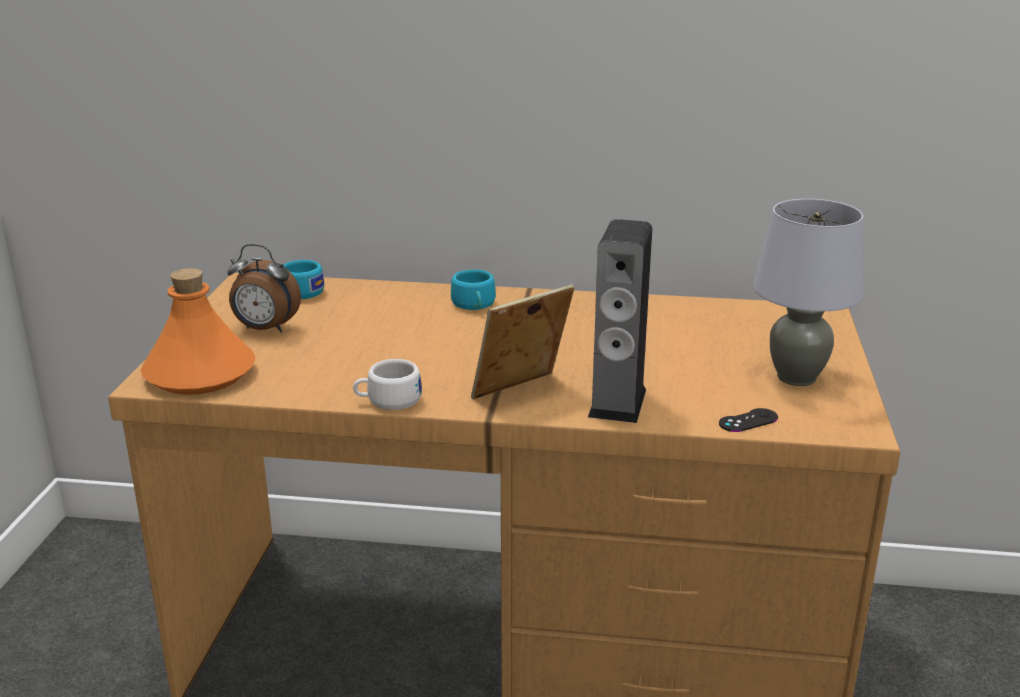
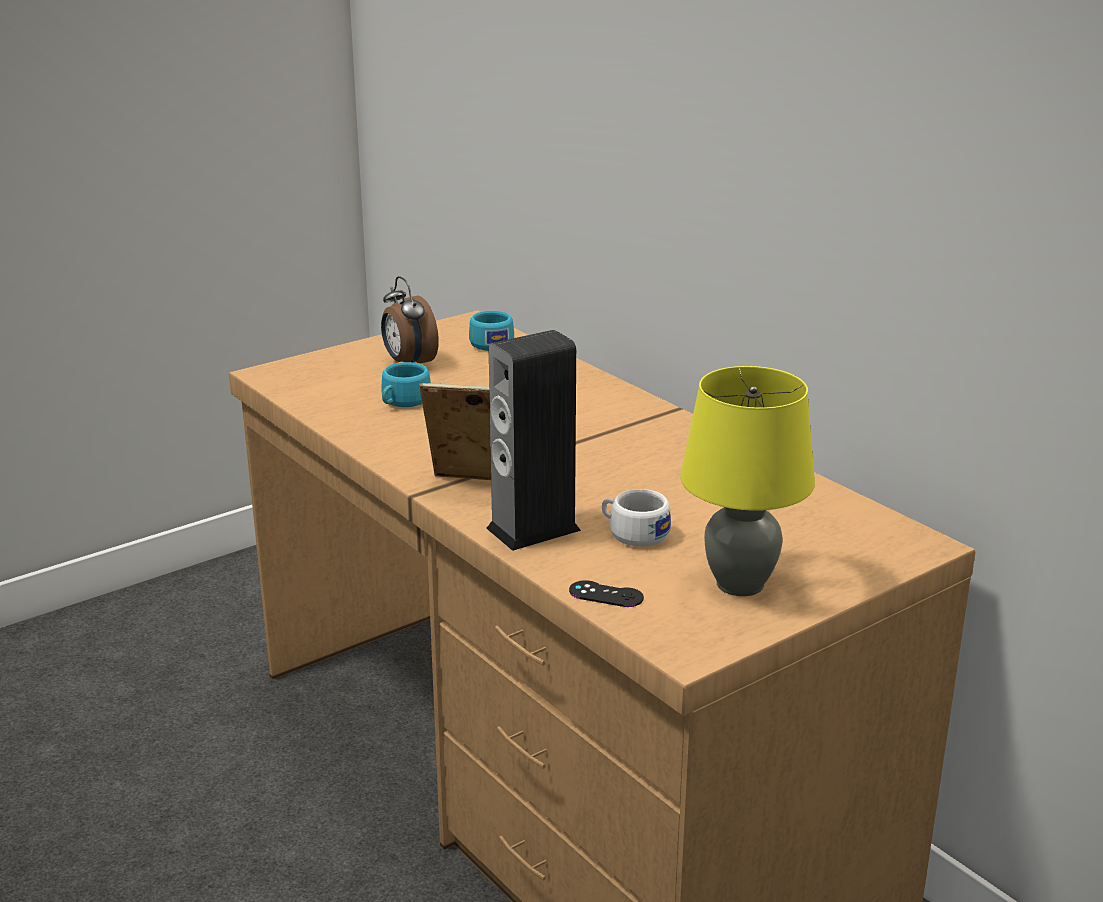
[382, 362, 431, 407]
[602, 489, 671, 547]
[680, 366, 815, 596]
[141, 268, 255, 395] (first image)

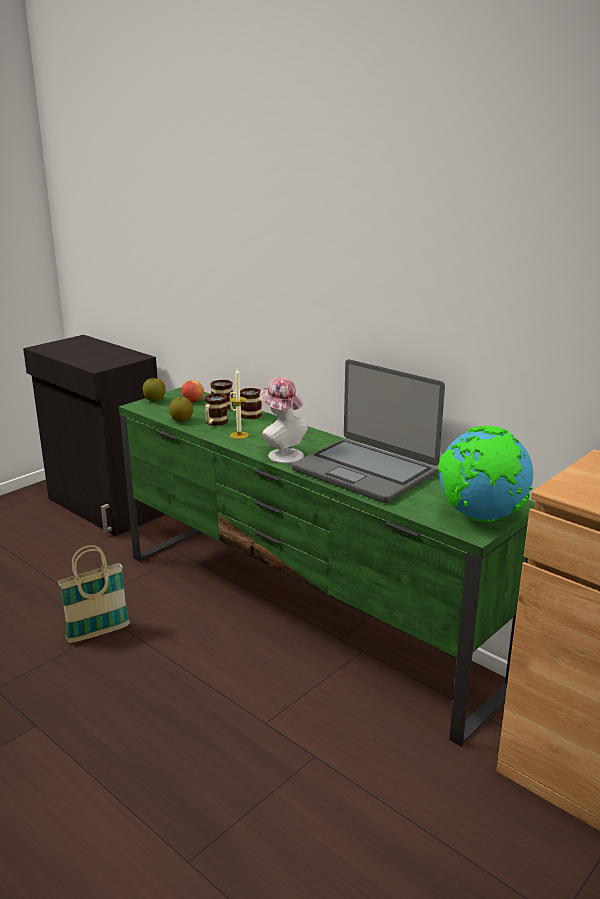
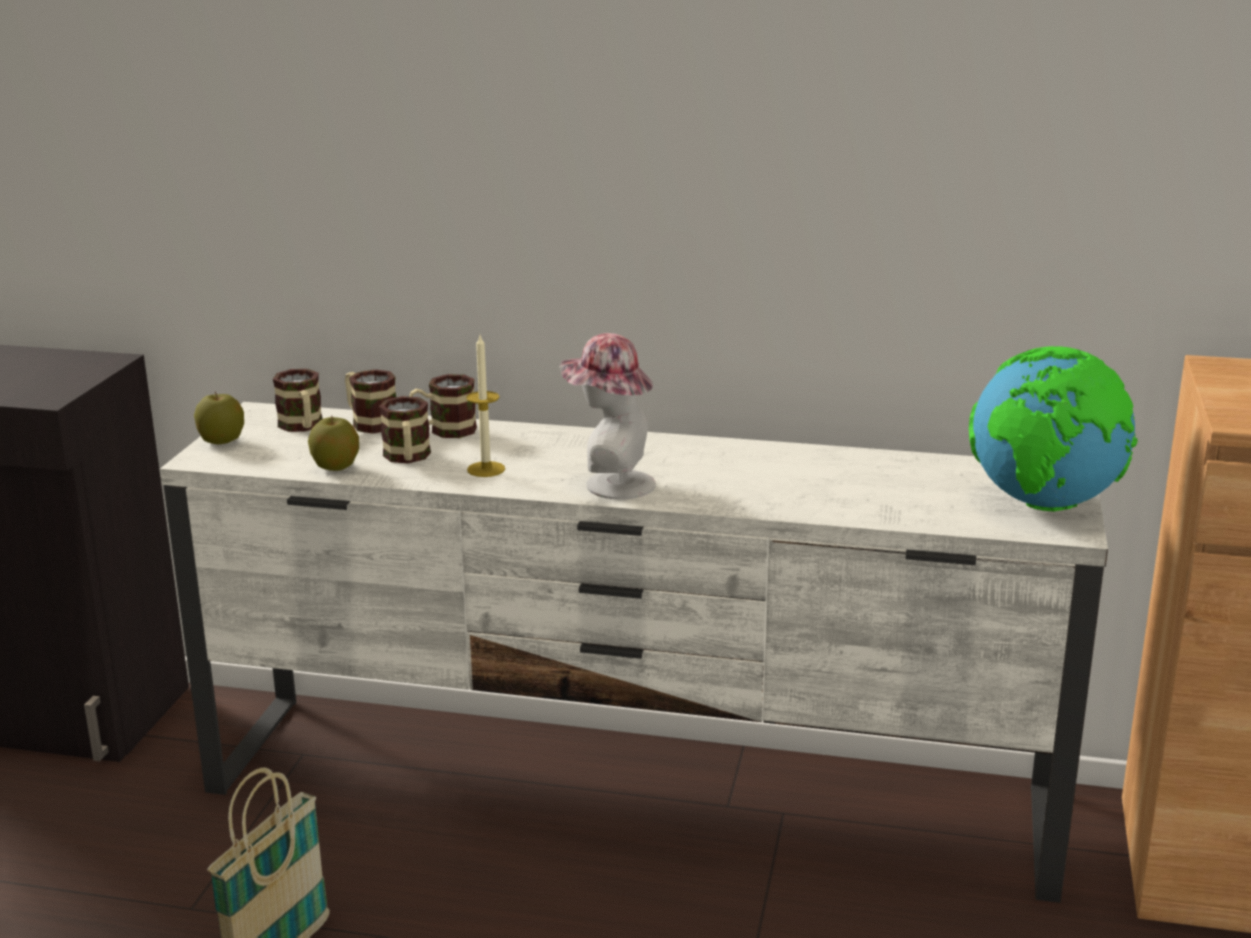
[160, 402, 1108, 903]
[273, 369, 323, 432]
[292, 359, 445, 503] (first image)

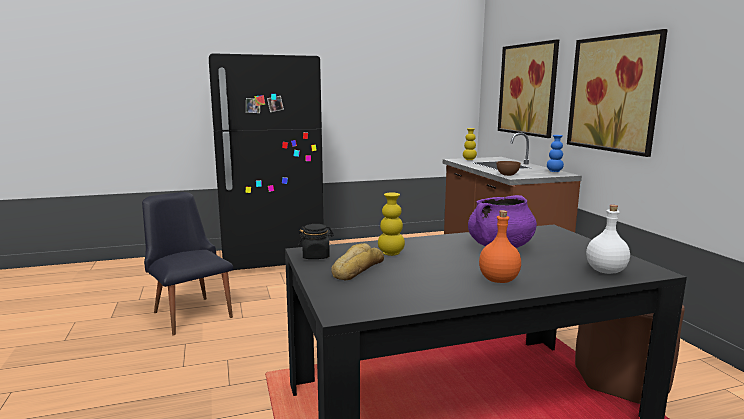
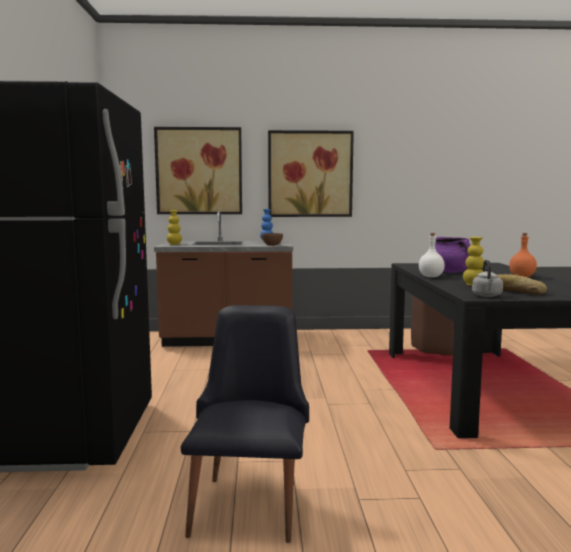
[181, 305, 309, 543]
[419, 233, 445, 277]
[472, 260, 503, 297]

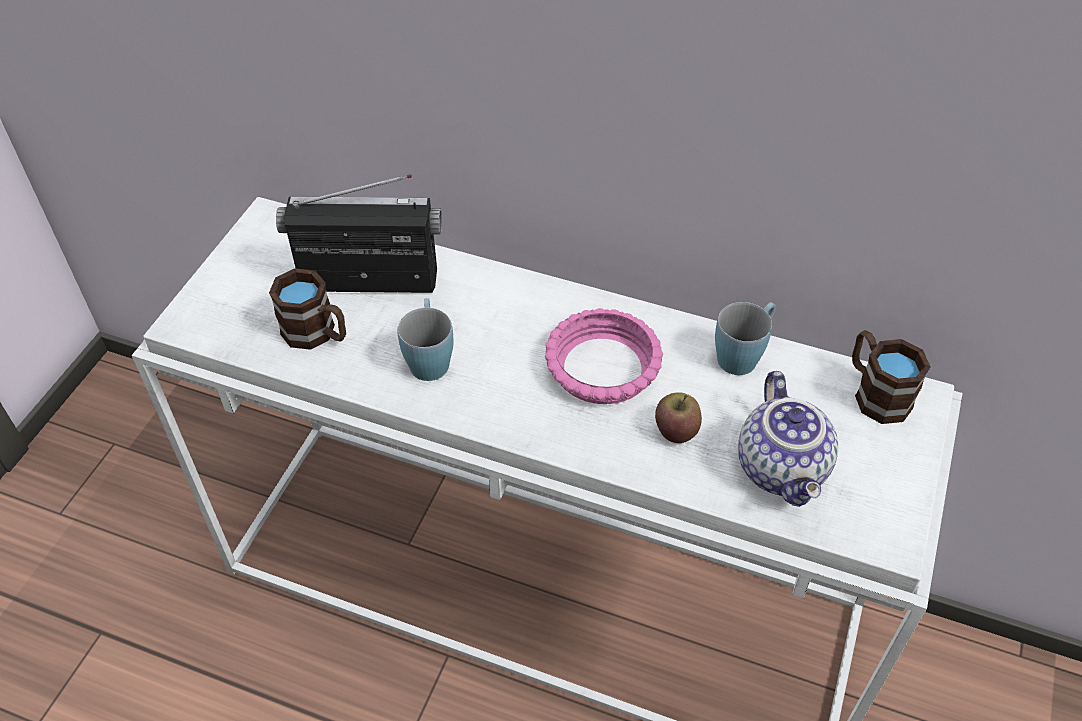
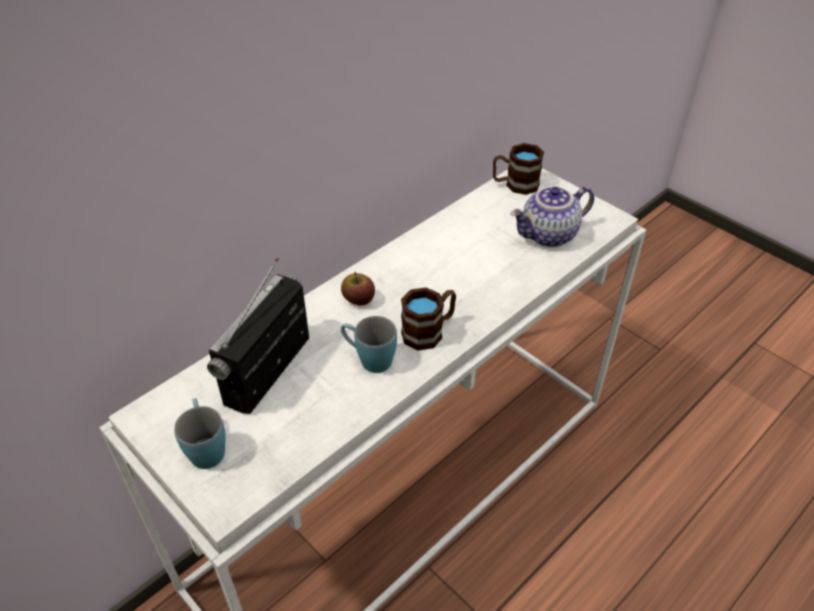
[174, 398, 226, 469]
[341, 272, 375, 306]
[401, 287, 456, 351]
[511, 186, 594, 247]
[545, 308, 663, 404] (first image)

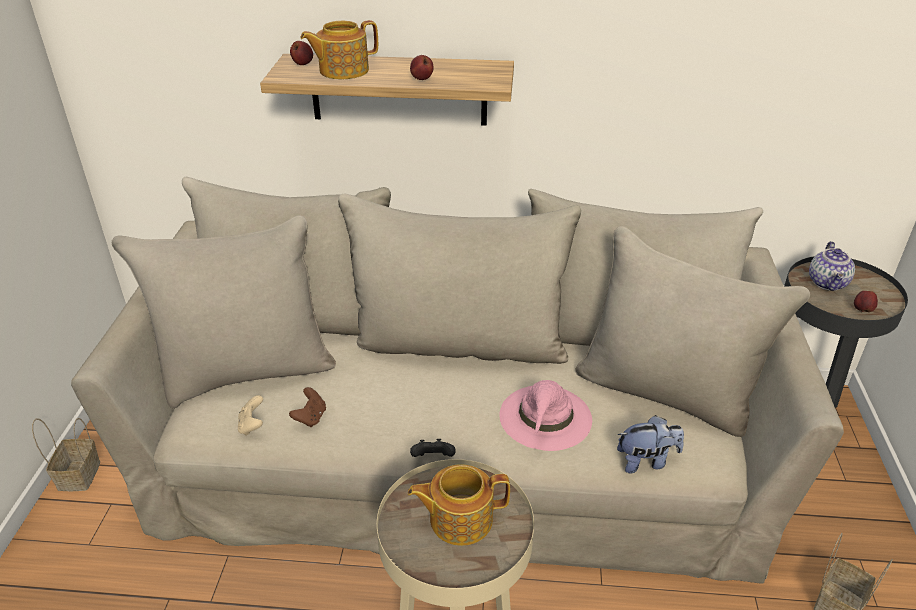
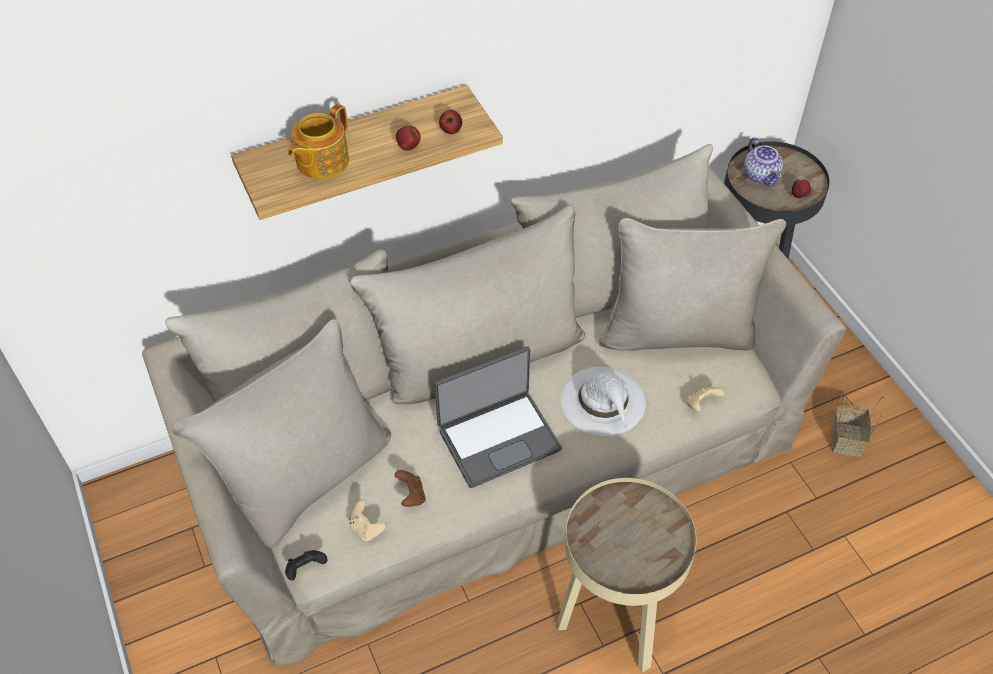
[285, 550, 327, 580]
[435, 346, 562, 488]
[439, 110, 462, 134]
[561, 367, 646, 436]
[686, 387, 725, 412]
[32, 418, 100, 491] (first image)
[408, 464, 510, 546] (first image)

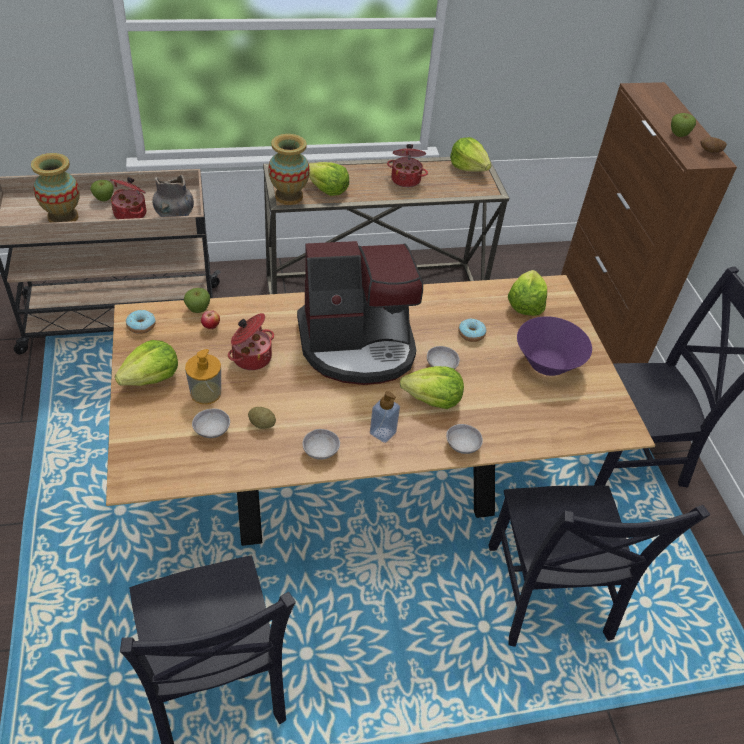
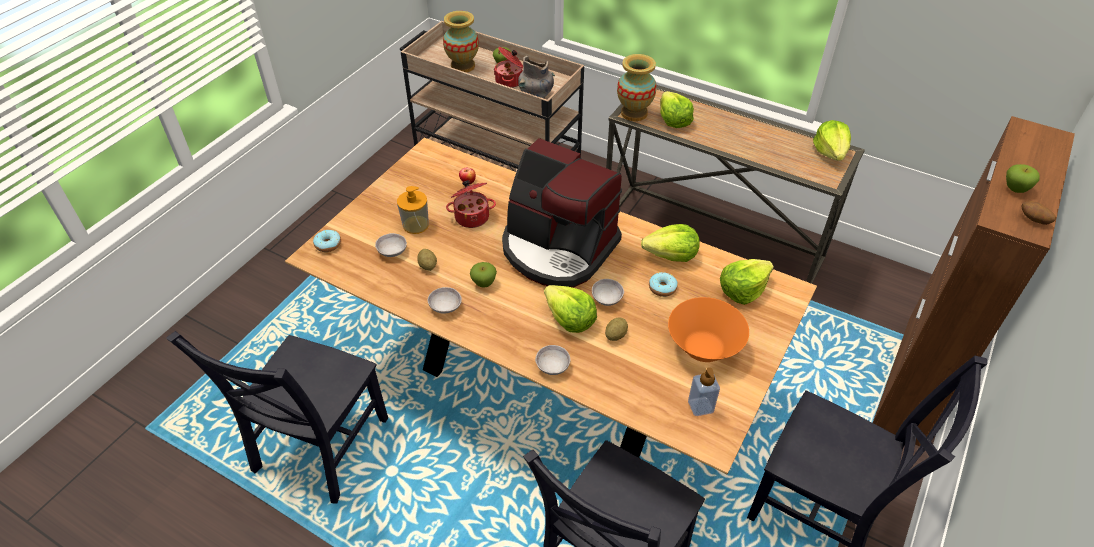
[313, 230, 341, 252]
[470, 262, 497, 288]
[605, 318, 628, 341]
[641, 224, 700, 262]
[668, 297, 749, 362]
[688, 367, 720, 416]
[387, 144, 428, 187] (first image)

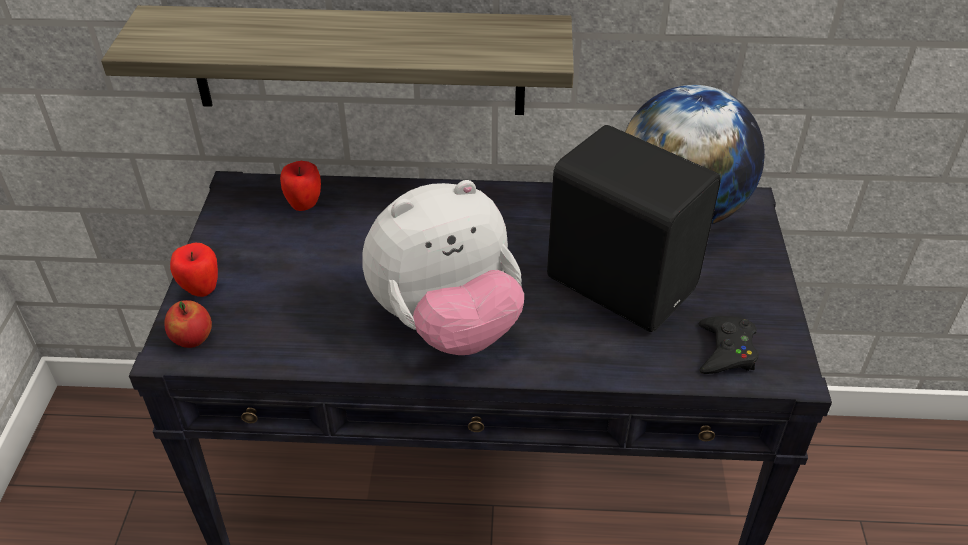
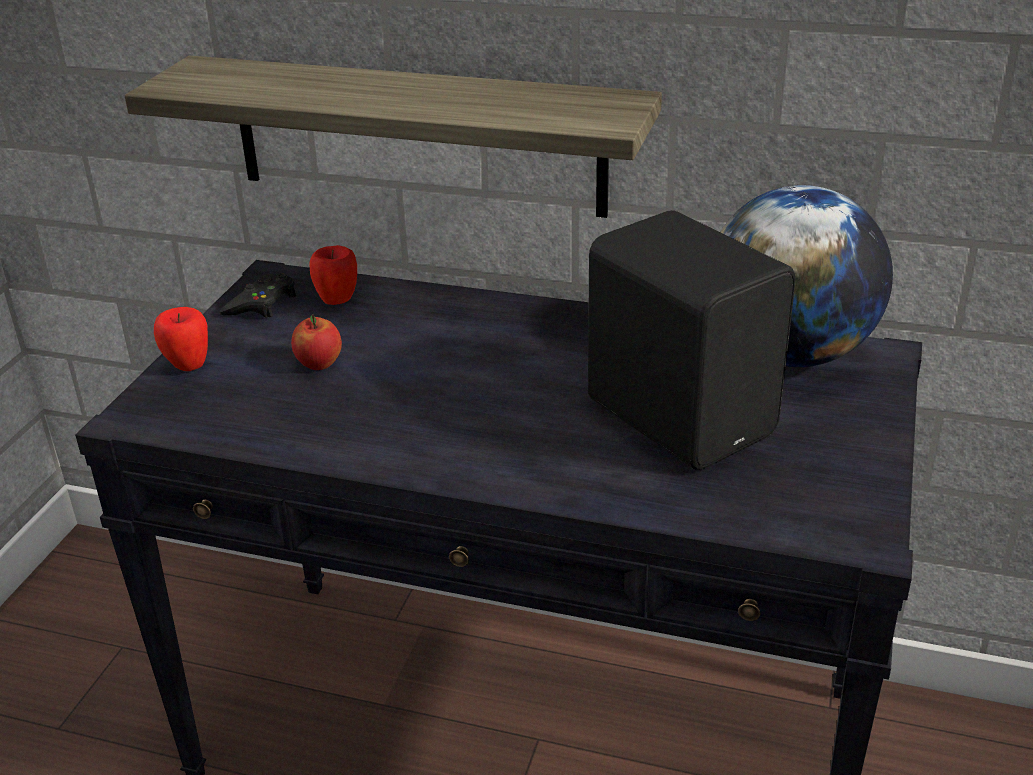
[219, 273, 296, 318]
[291, 314, 342, 370]
[362, 180, 524, 355] (first image)

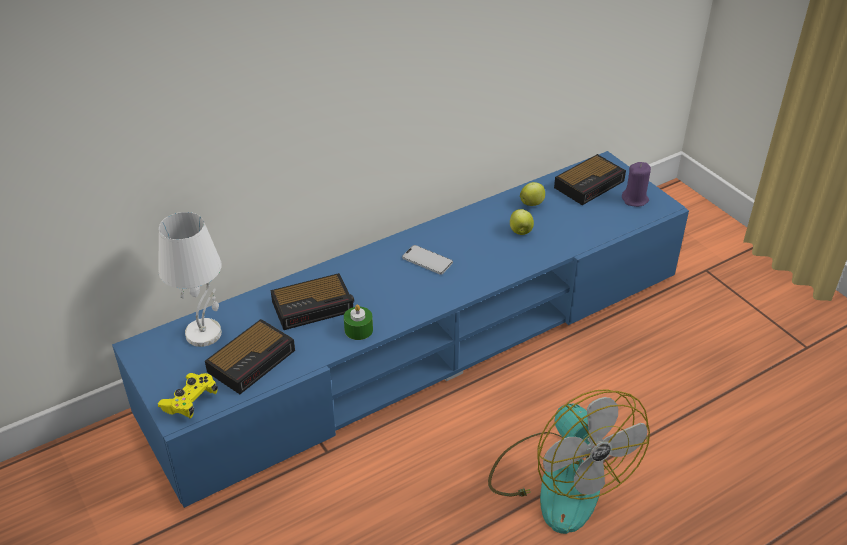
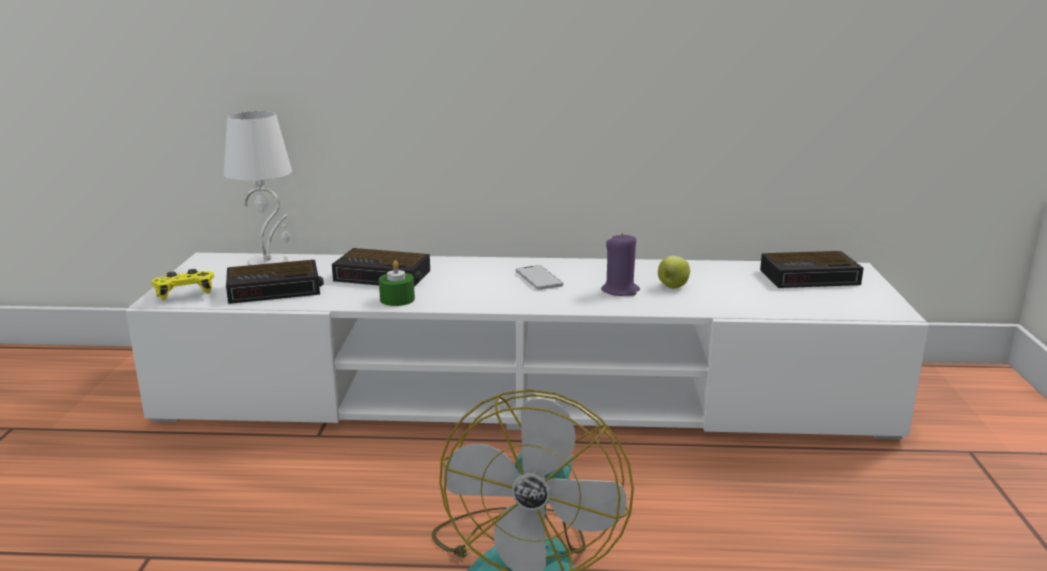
[126, 253, 929, 439]
[601, 233, 640, 296]
[520, 182, 545, 206] (first image)

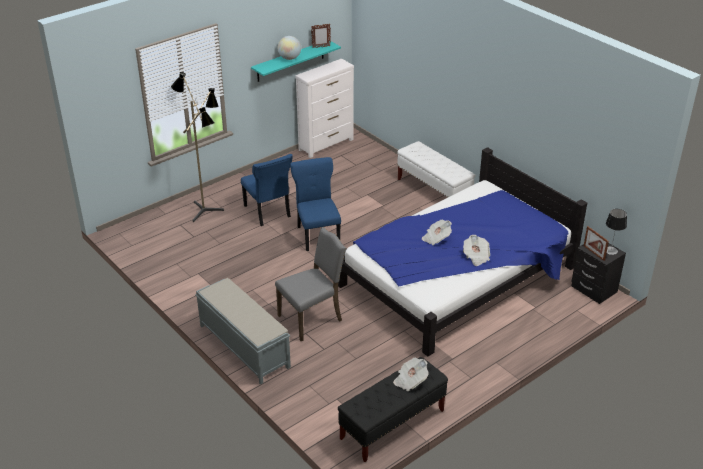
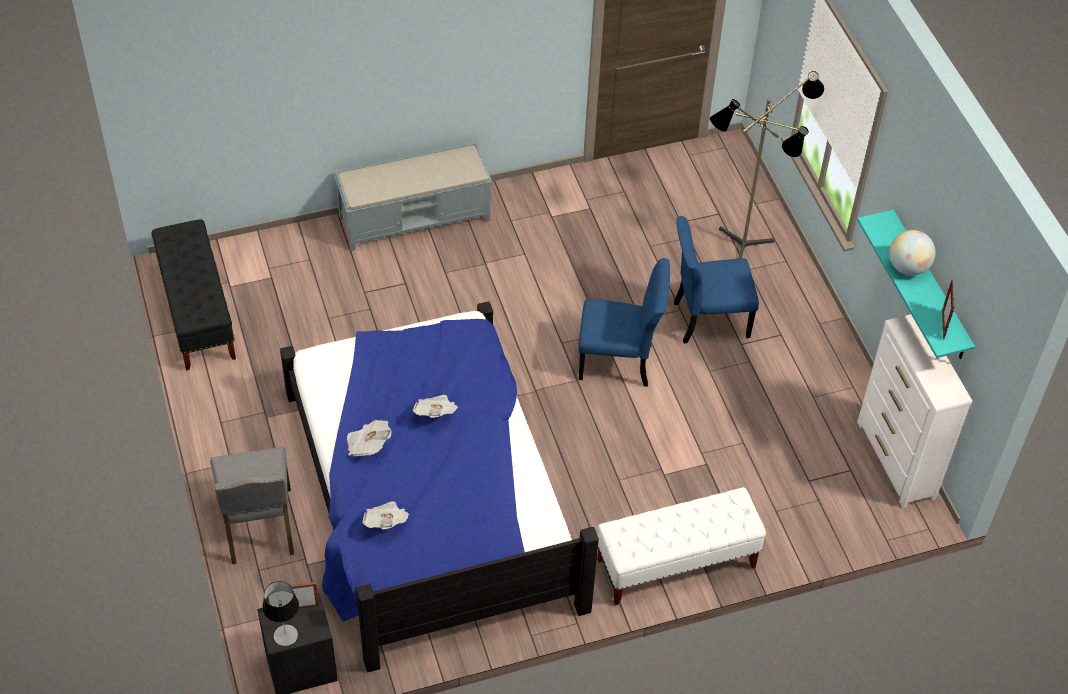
[210, 447, 294, 564]
[362, 501, 409, 530]

